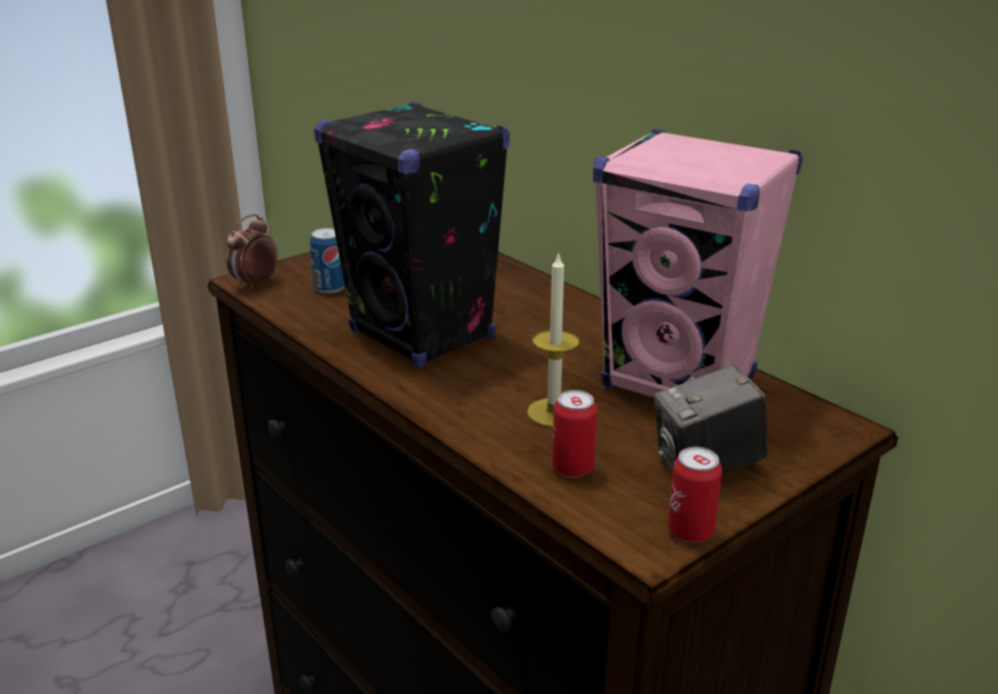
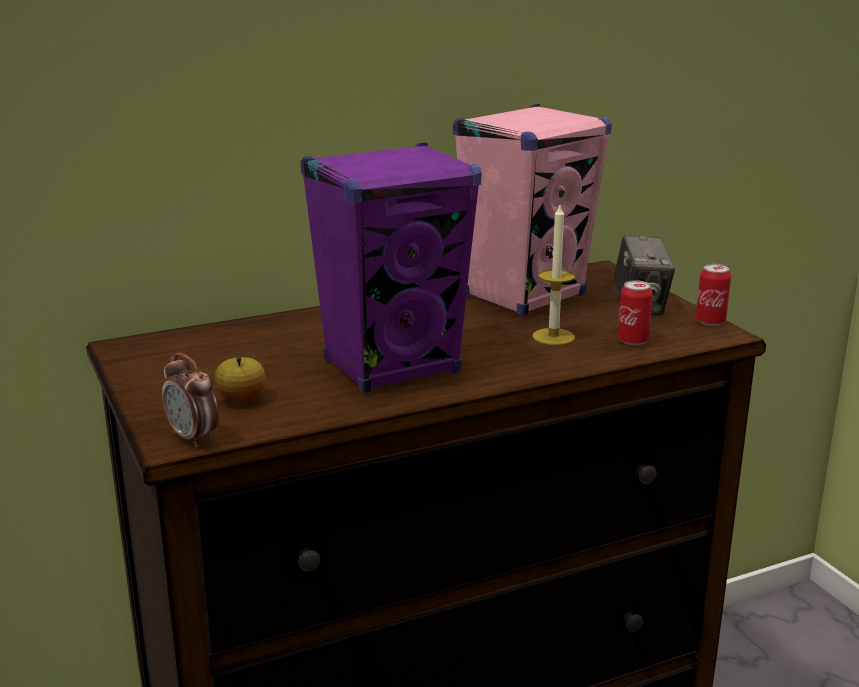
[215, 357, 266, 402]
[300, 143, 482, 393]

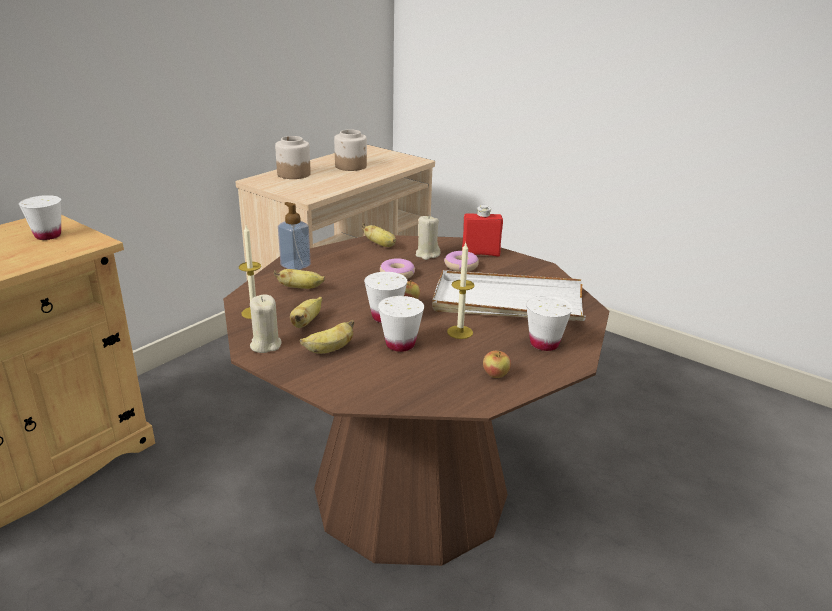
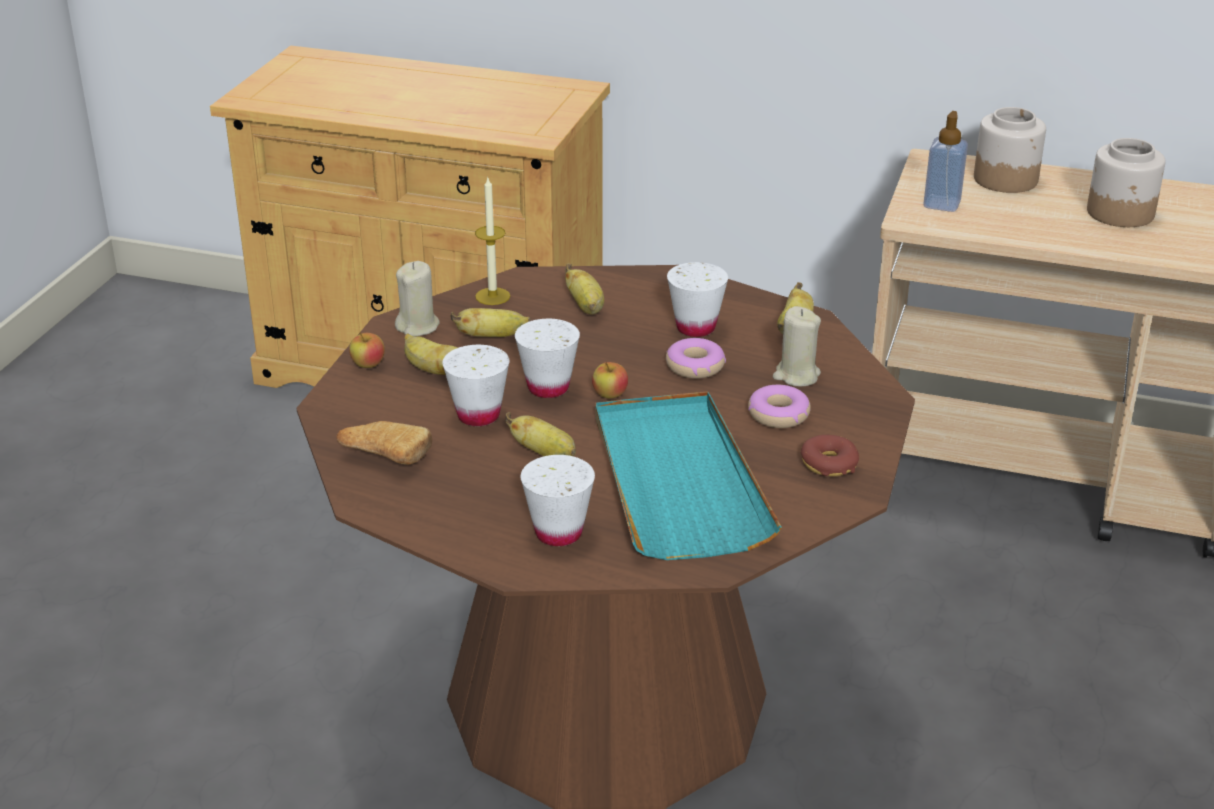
[336, 421, 432, 465]
[349, 332, 385, 368]
[505, 412, 576, 456]
[595, 391, 782, 560]
[667, 262, 728, 337]
[800, 435, 859, 476]
[923, 111, 968, 212]
[462, 205, 503, 257] (first image)

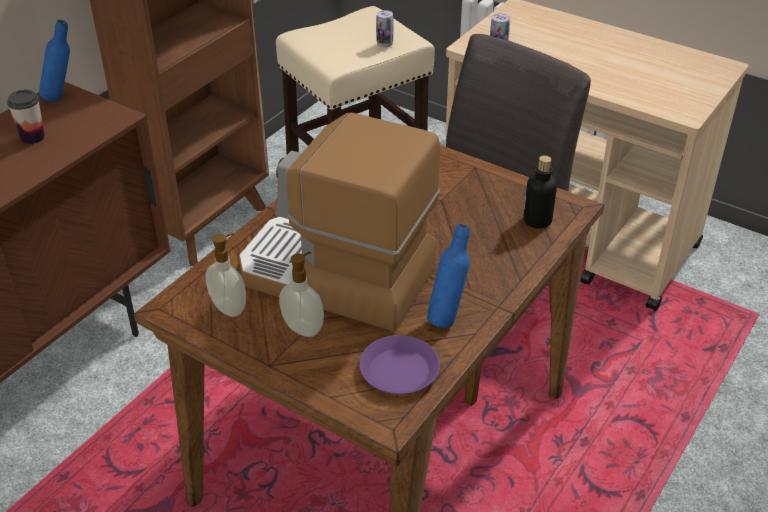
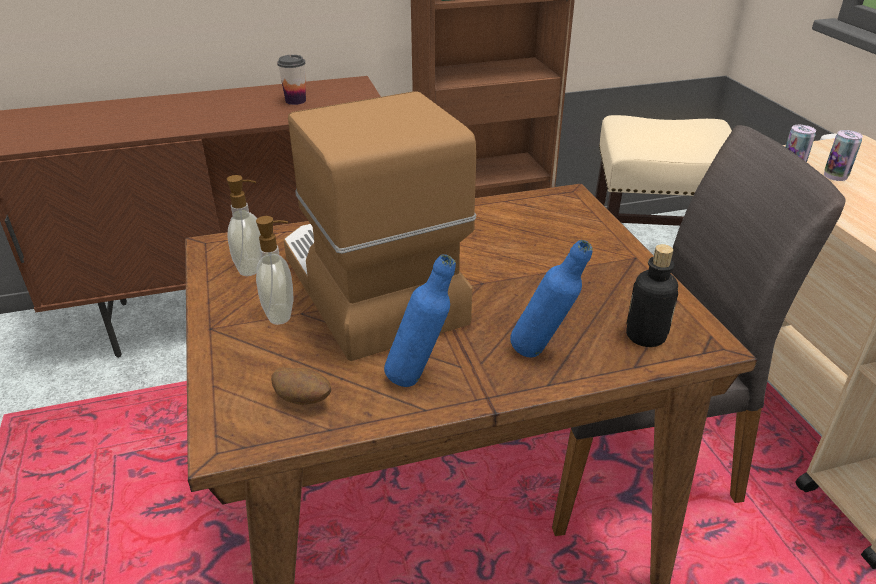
[271, 367, 331, 405]
[510, 240, 593, 357]
[824, 130, 863, 181]

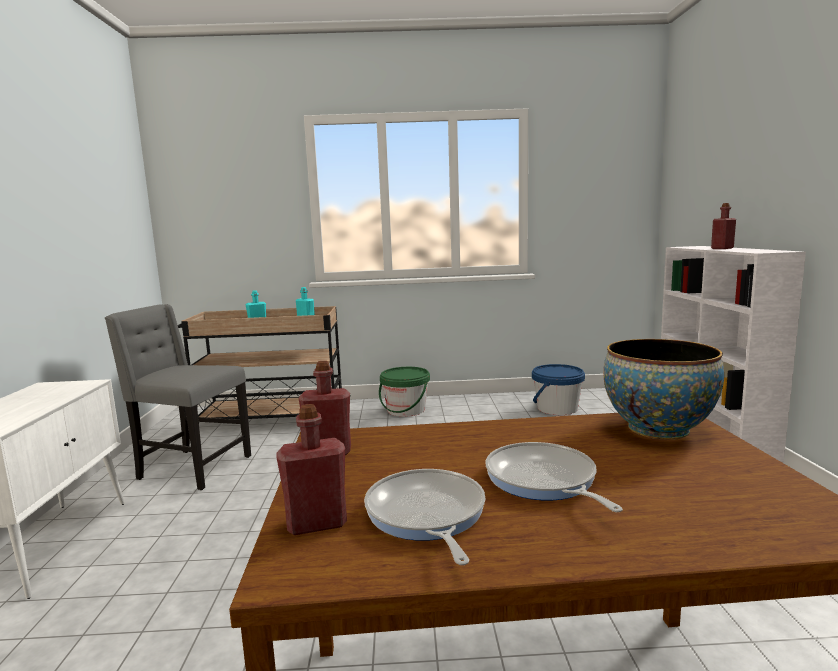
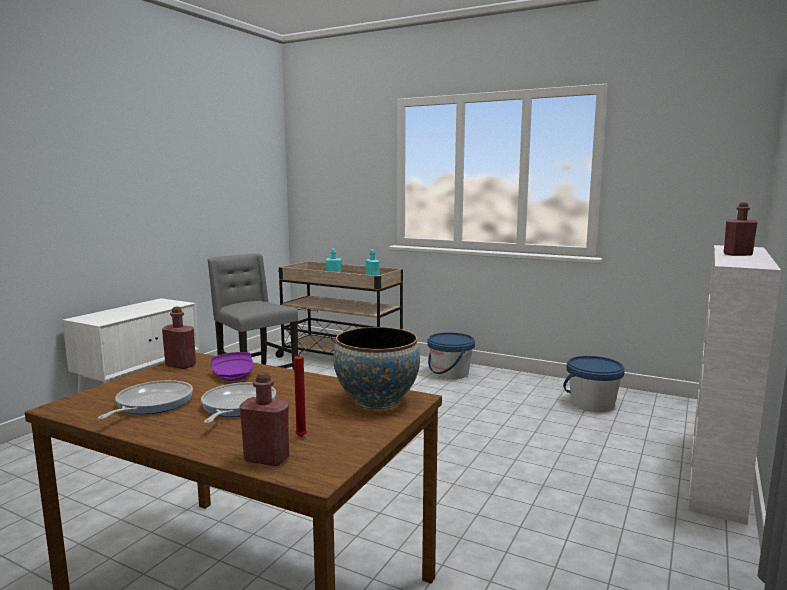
[211, 352, 254, 381]
[239, 372, 289, 466]
[294, 348, 308, 437]
[428, 332, 475, 380]

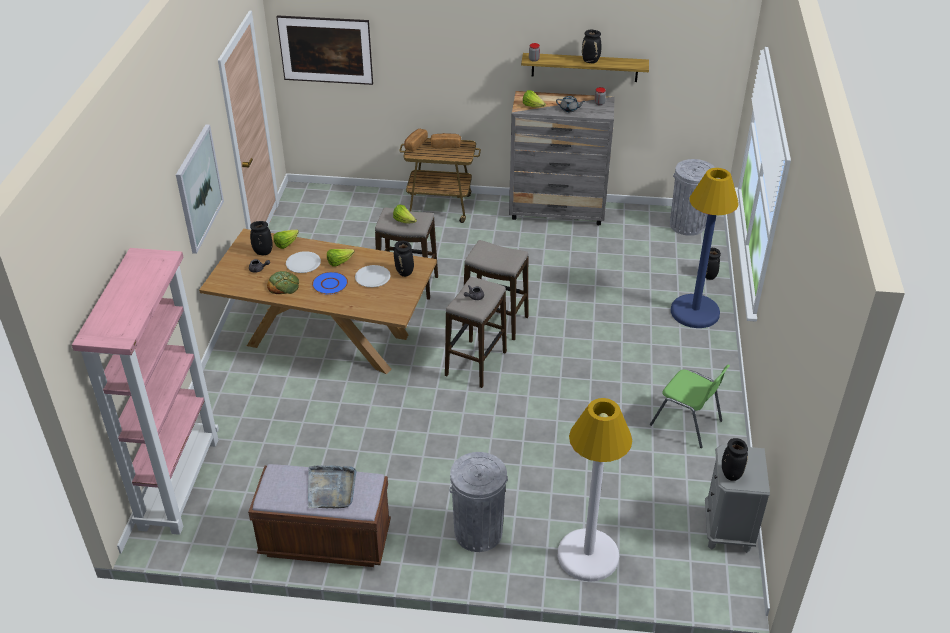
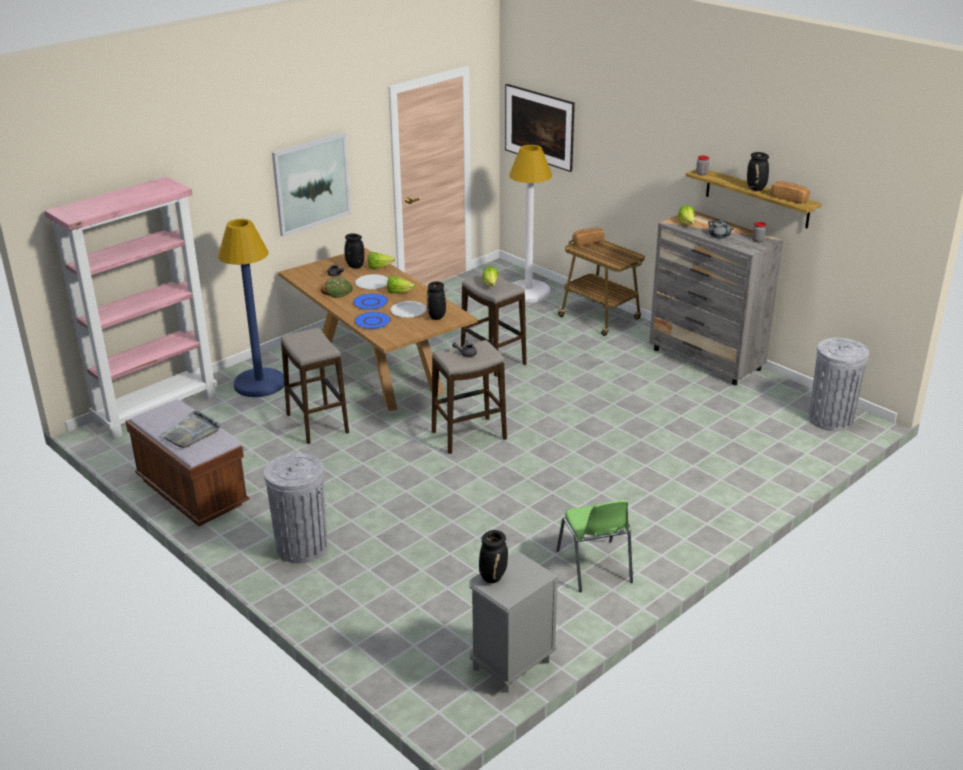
[218, 219, 284, 397]
[281, 328, 349, 444]
[354, 312, 391, 329]
[509, 145, 552, 302]
[771, 181, 810, 204]
[705, 248, 721, 280] (first image)

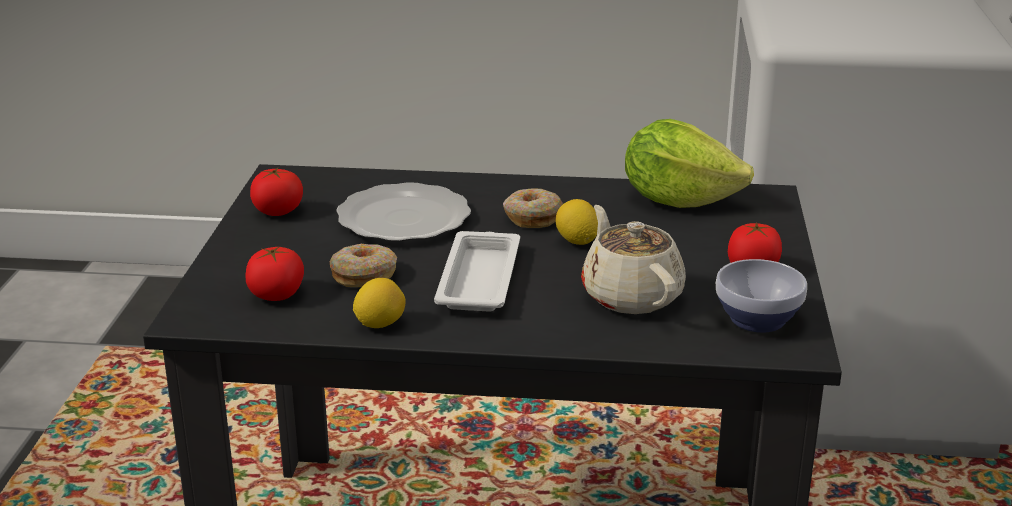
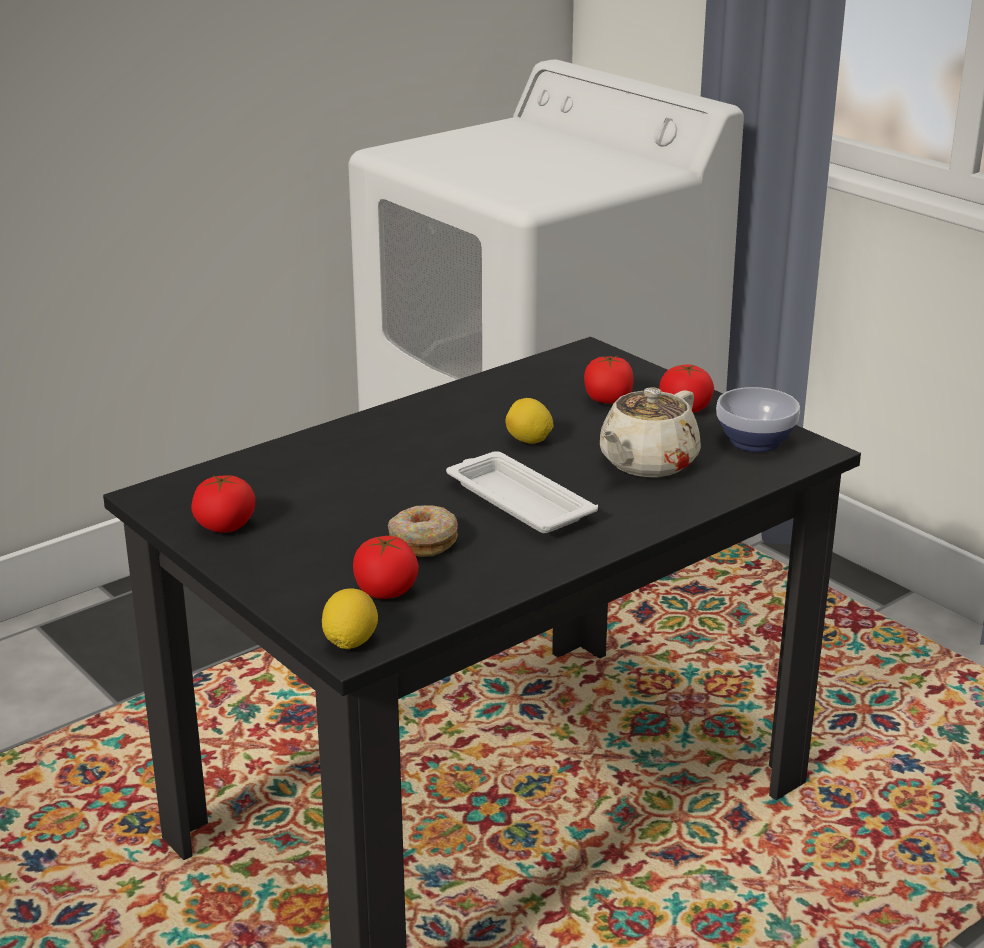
[322, 588, 378, 649]
[584, 356, 634, 404]
[600, 387, 701, 477]
[336, 182, 471, 241] (first image)
[503, 188, 563, 228] (first image)
[625, 119, 754, 208] (first image)

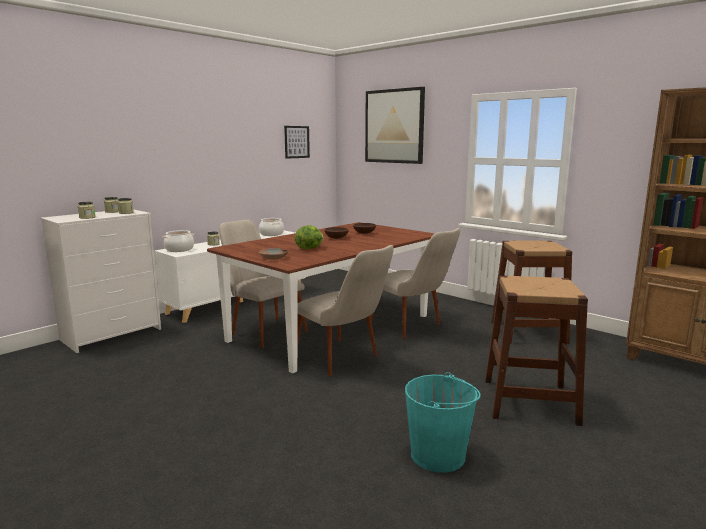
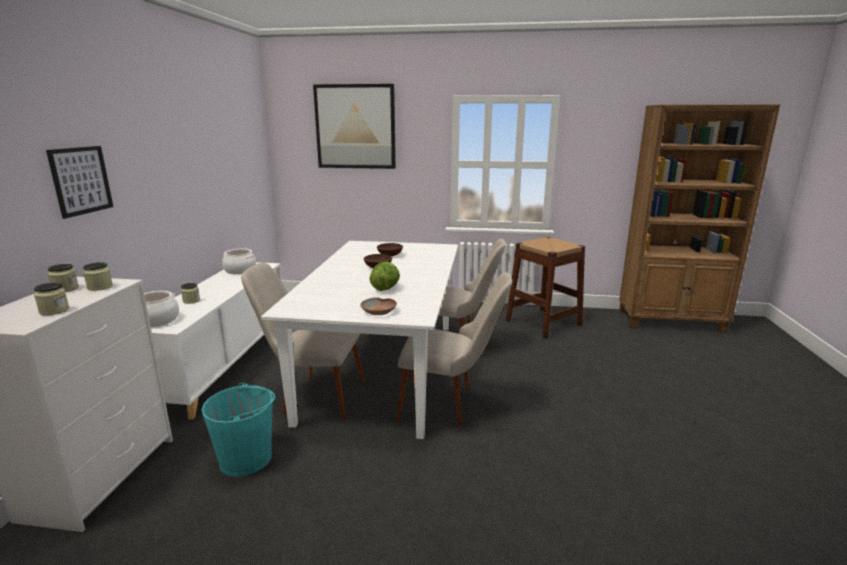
[46, 146, 113, 219]
[201, 383, 275, 477]
[261, 241, 458, 439]
[485, 276, 588, 426] (first image)

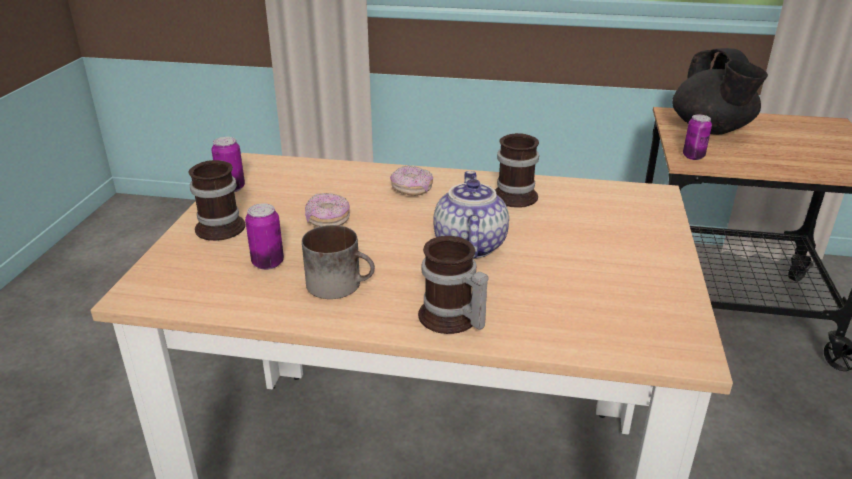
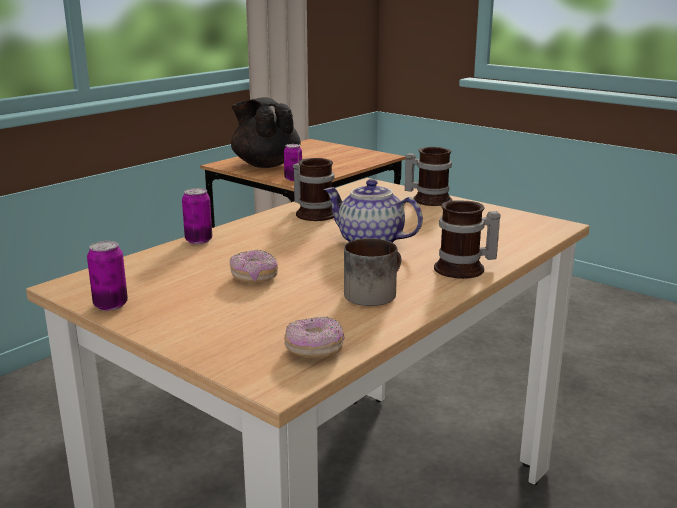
[182, 188, 212, 244]
[231, 97, 301, 168]
[284, 316, 345, 358]
[405, 147, 452, 206]

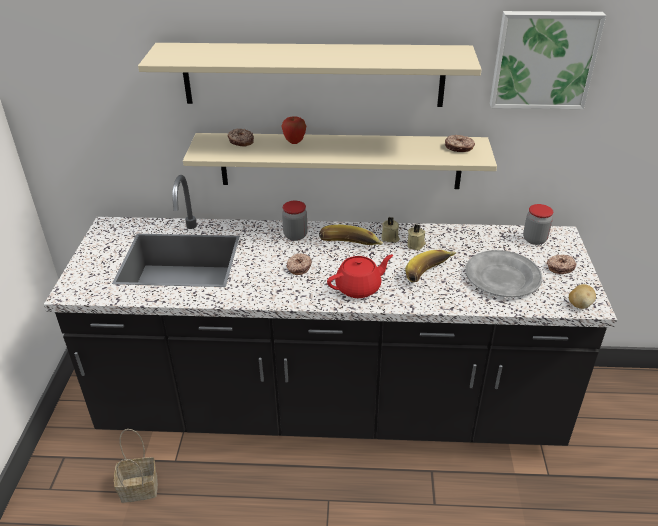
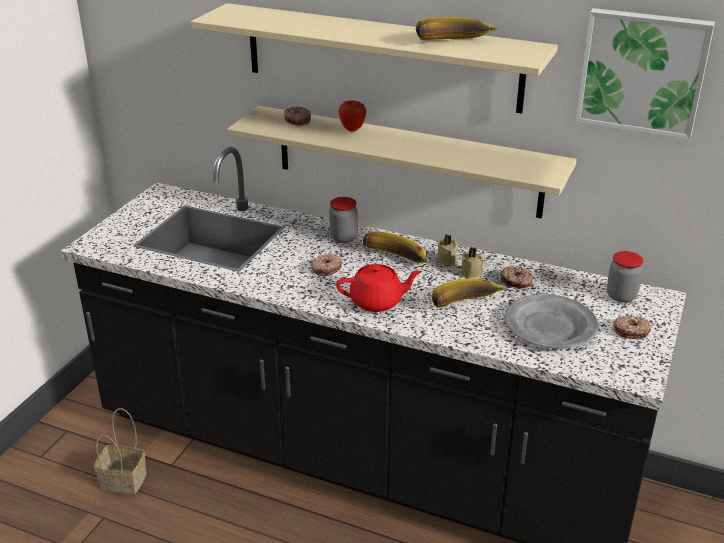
[416, 17, 499, 40]
[500, 266, 533, 288]
[569, 284, 596, 309] (first image)

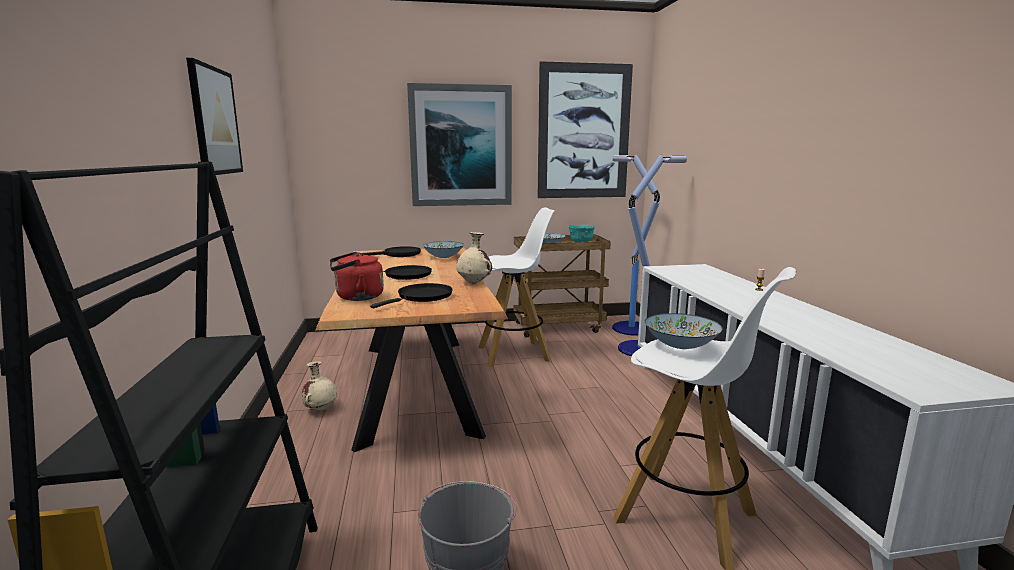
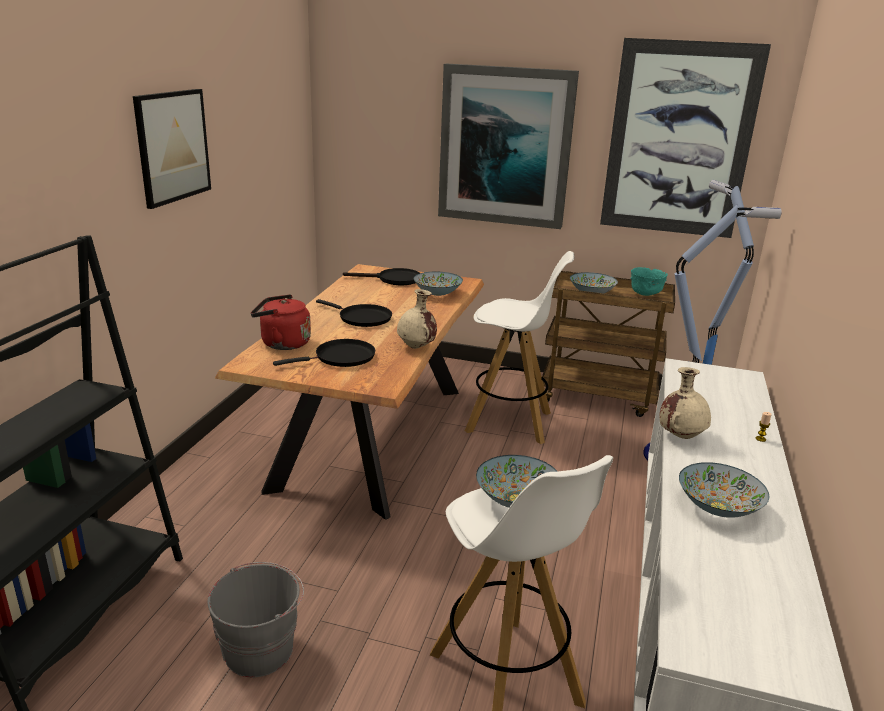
[660, 367, 711, 439]
[679, 462, 770, 518]

